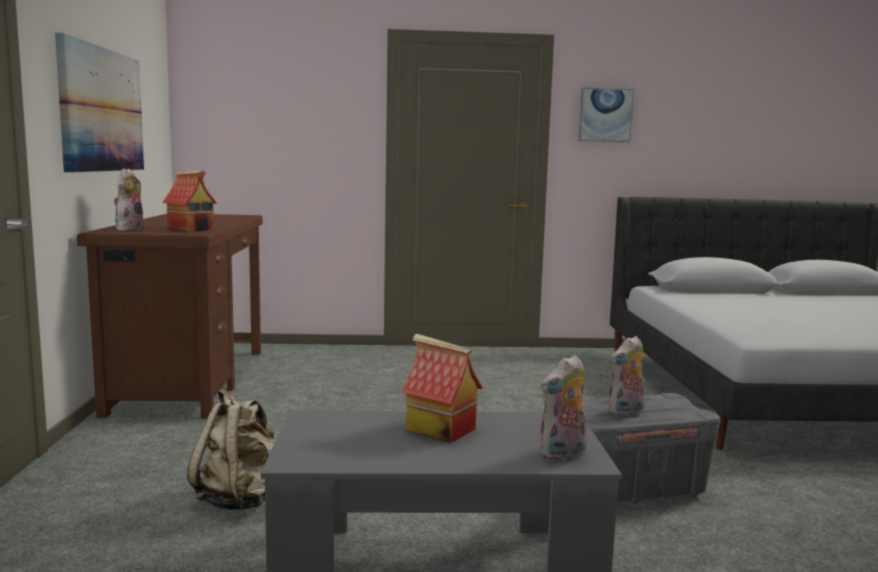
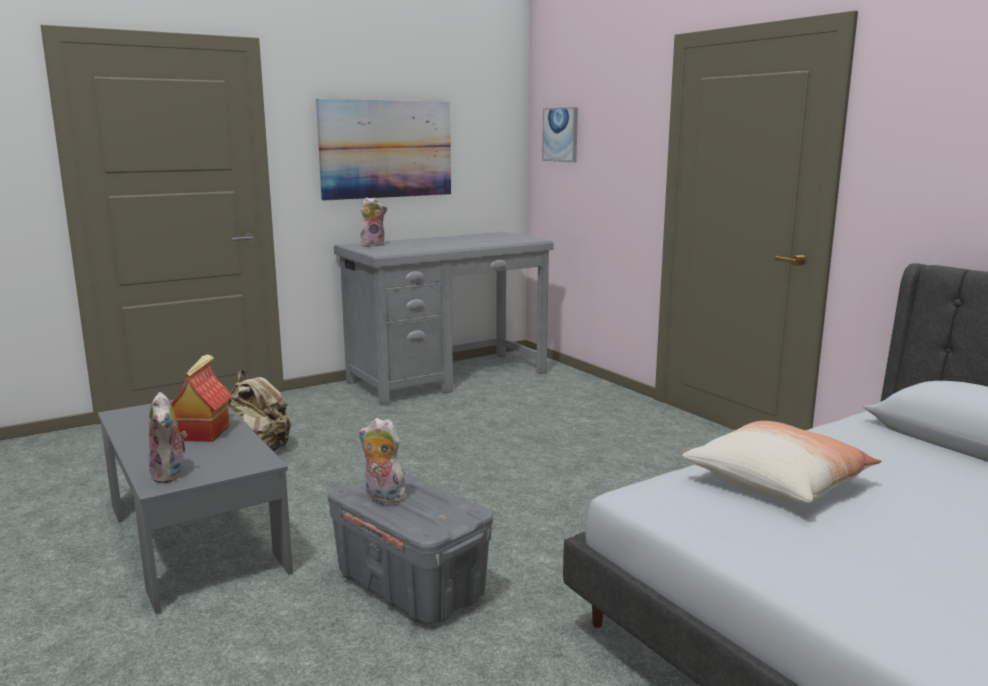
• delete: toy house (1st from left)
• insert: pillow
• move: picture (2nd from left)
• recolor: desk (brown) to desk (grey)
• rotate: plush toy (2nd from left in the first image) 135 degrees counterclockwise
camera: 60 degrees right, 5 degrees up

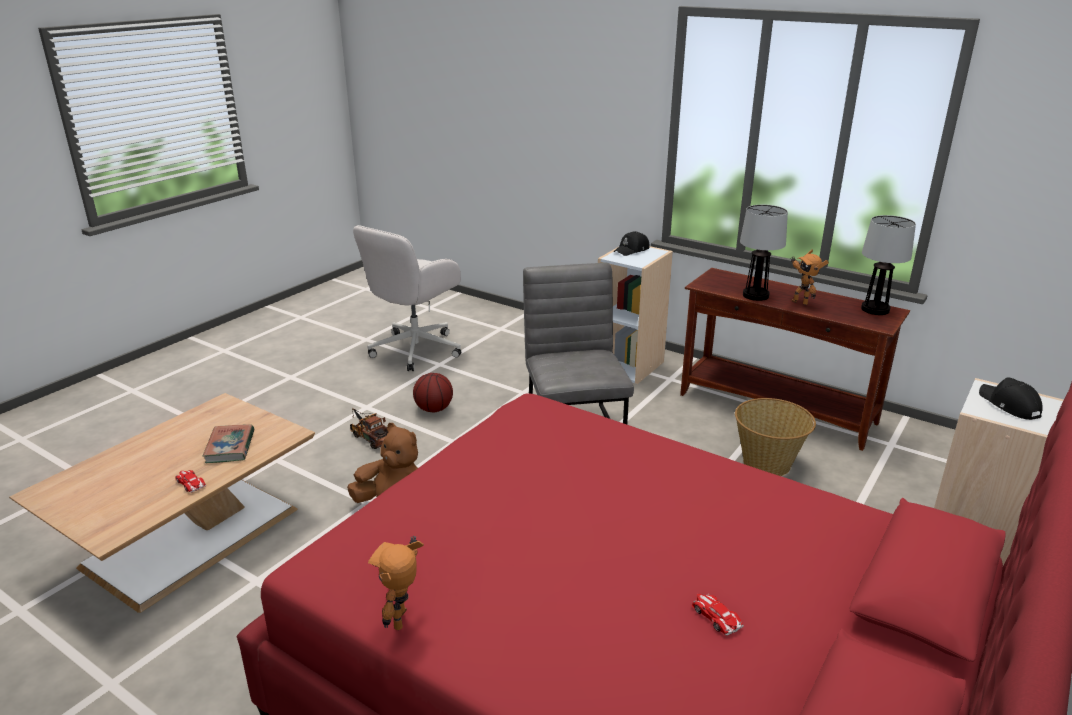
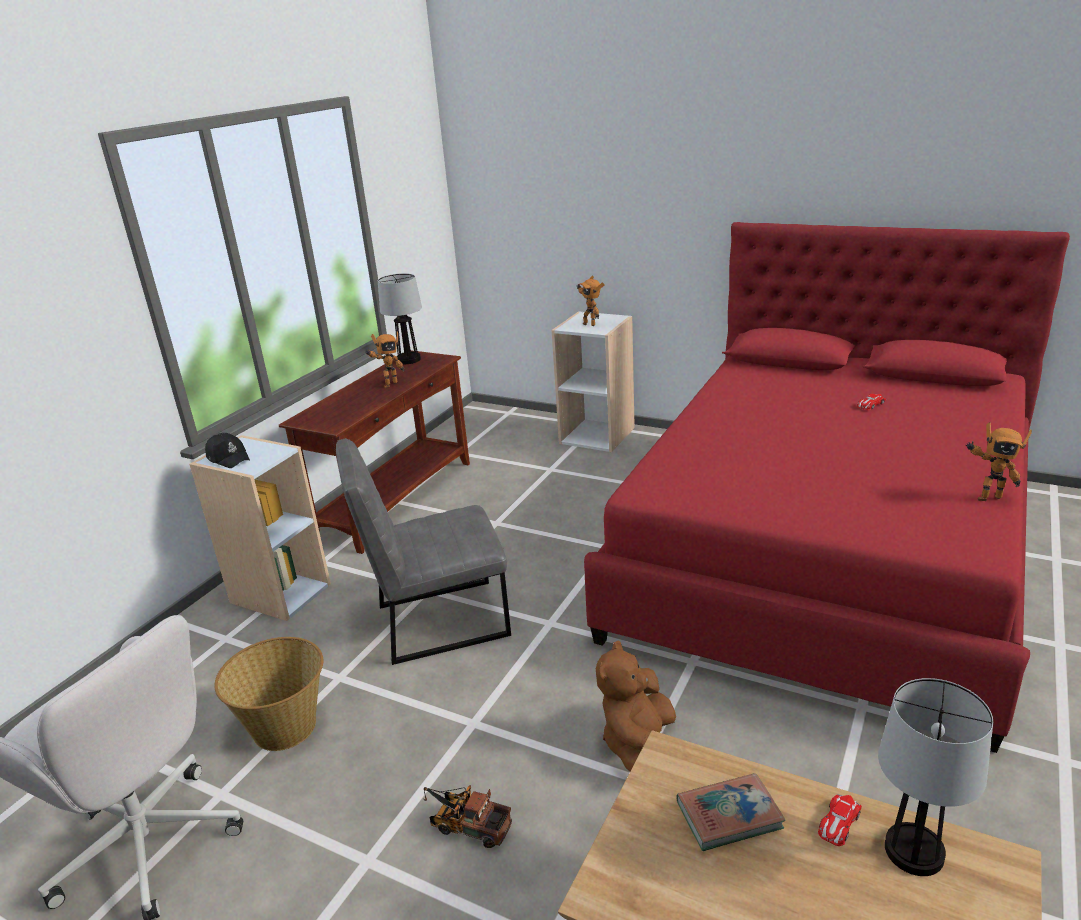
• delete: basketball
• move: basket
• move: table lamp (1st from left in the first image) to table lamp (2nd from left)
• replace: cap (black) (2nd from left) to toy robot (2nd from left)
• rotate: toy truck 75 degrees clockwise
camera: 95 degrees left, 0 degrees up

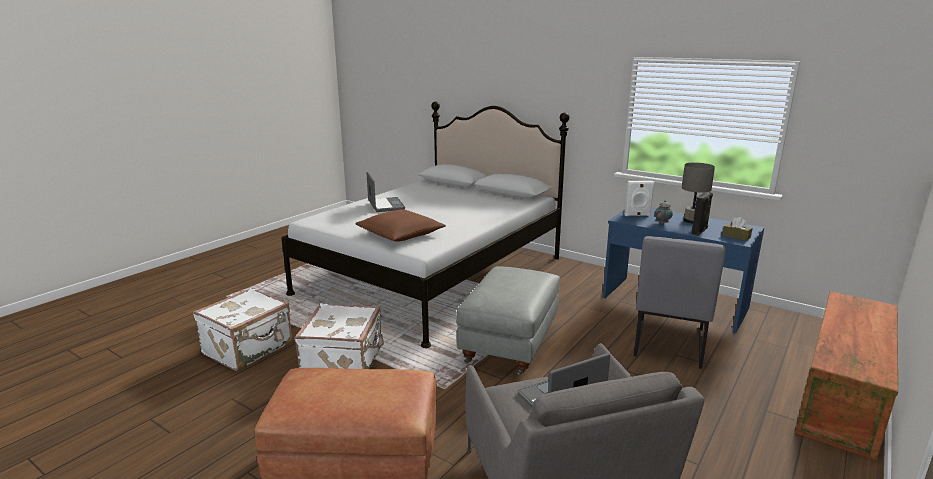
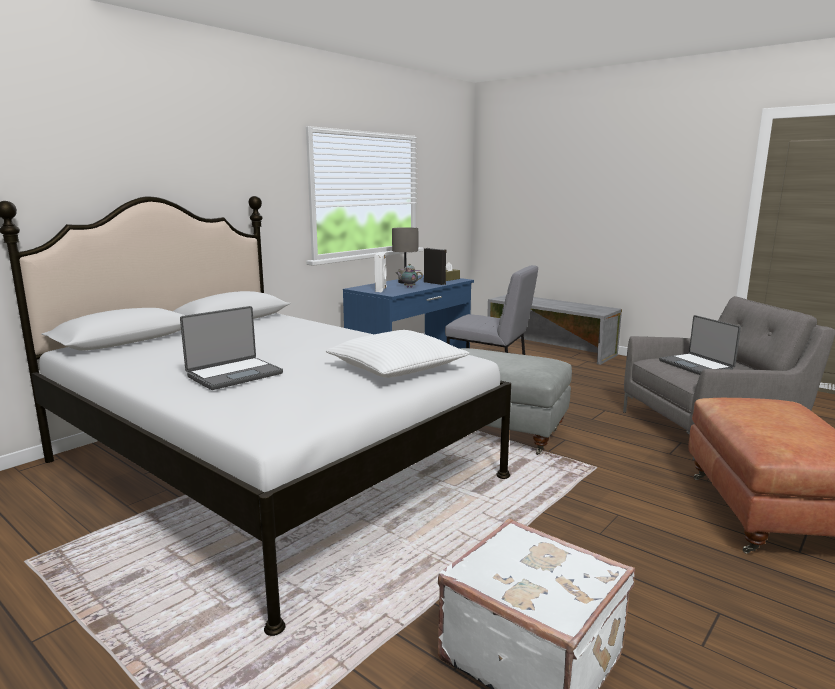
• delete: suitcase (white) (2nd from left)
• recolor: pillow (brown) to pillow (white)
• recolor: bench (brown) to bench (grey)
• rotate: laptop (1st from left) 150 degrees clockwise
camera: 85 degrees left, 5 degrees down

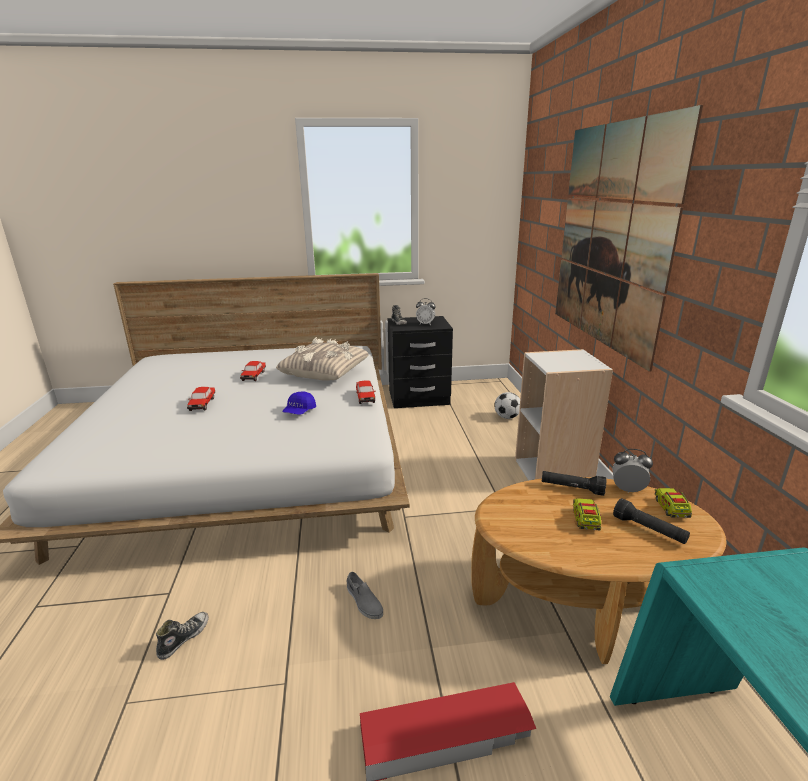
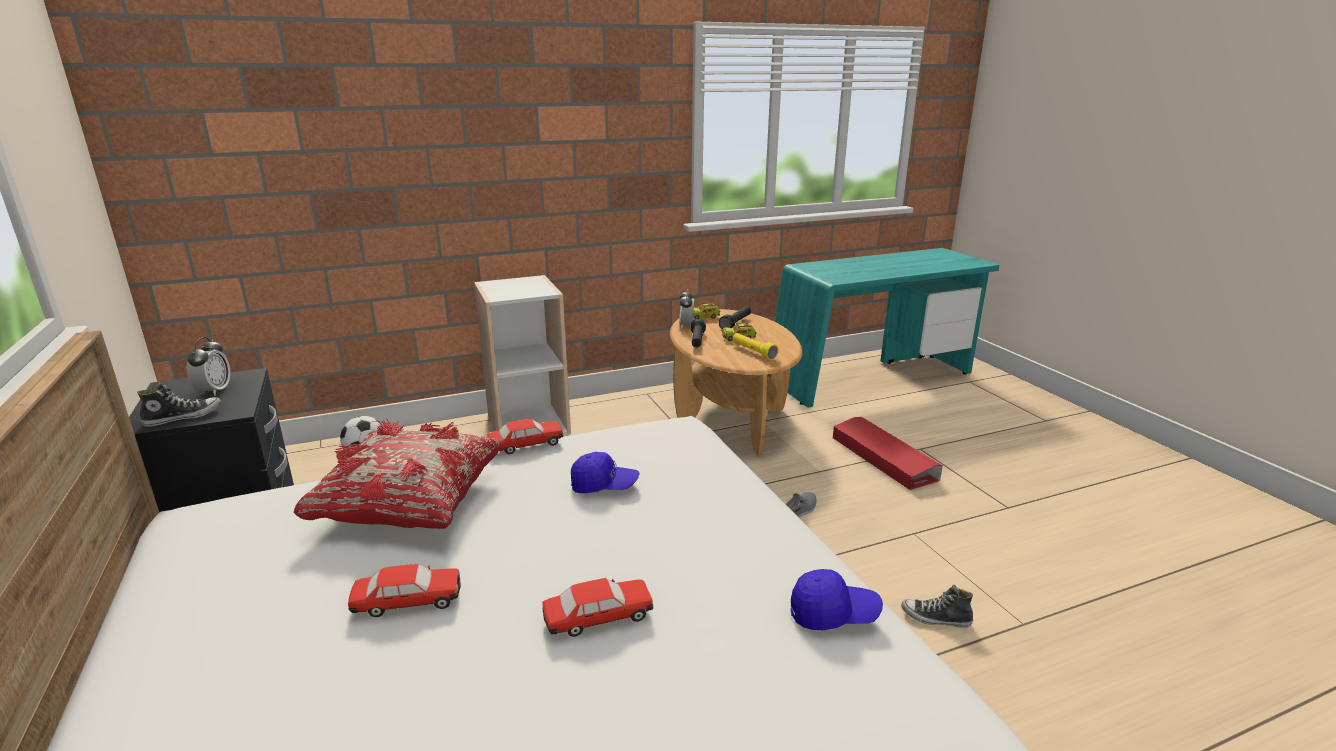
• delete: picture
• insert: flashlight (yellow)
• insert: cap (blue) (2nd from left)
• recolor: pillow (beige) to pillow (red)
camera: 105 degrees left, 0 degrees up

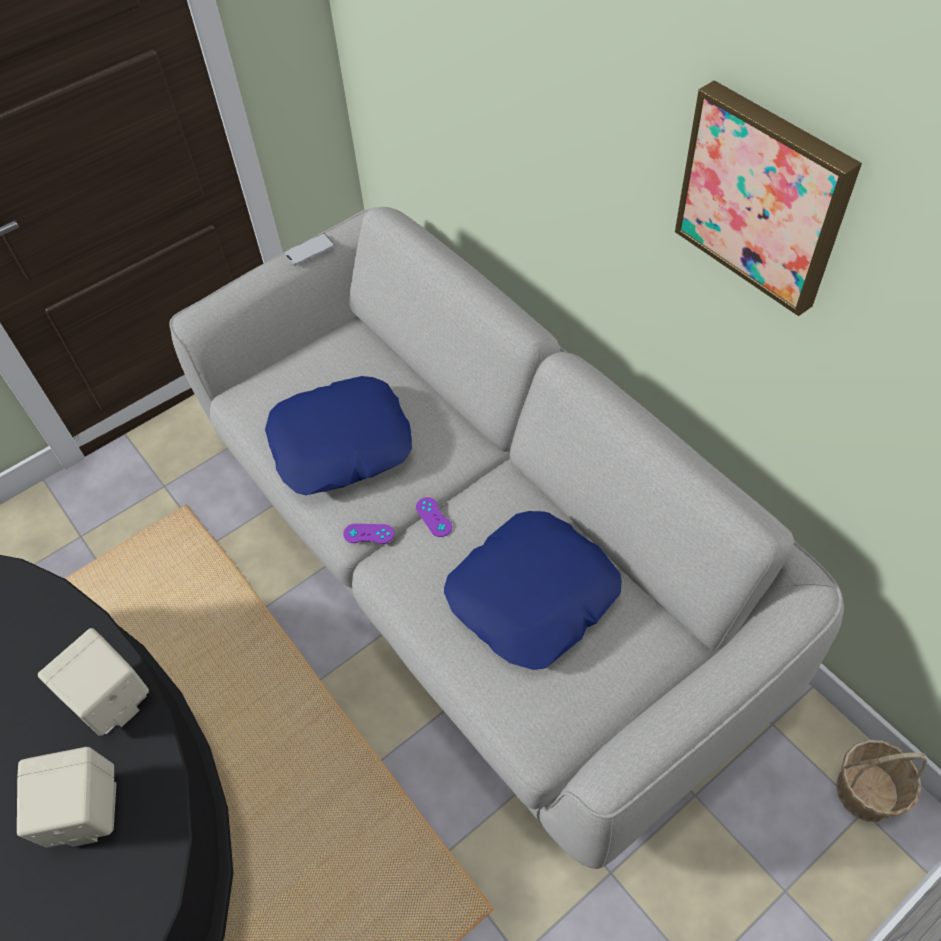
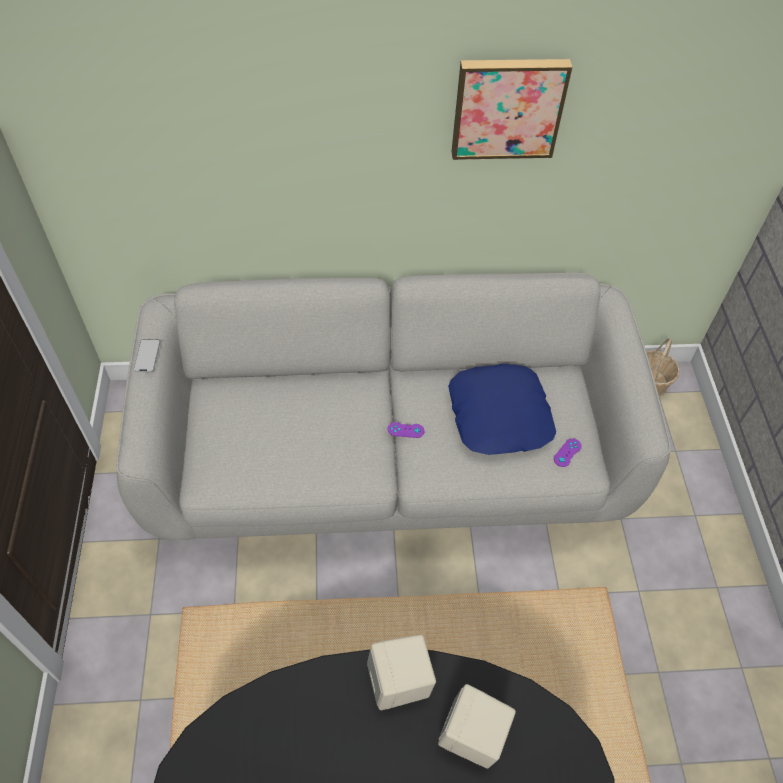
• delete: pillow (blue) (1st from left)
• move: game controller (purple) (1st from left in the first image) to game controller (purple) (2nd from left)
camera: 60 degrees left, 0 degrees up

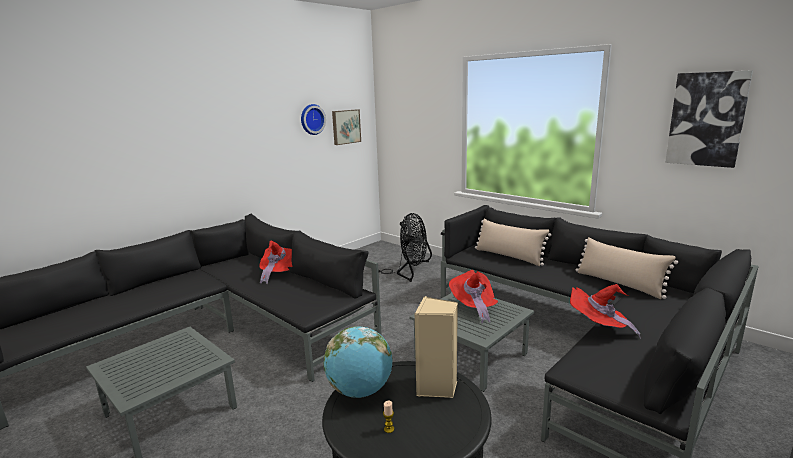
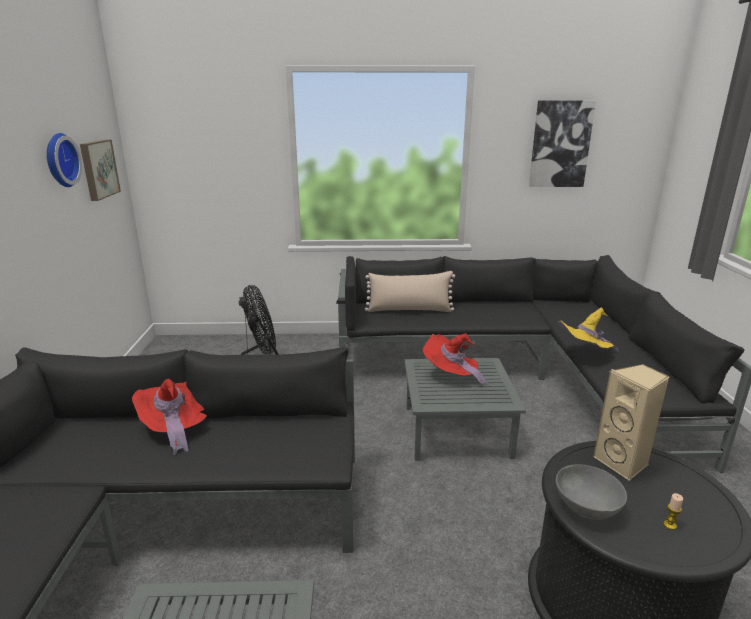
• delete: pillow (beige) (2nd from left)
• replace: globe to bowl (grey)
• recolor: hat (red) (3rd from left) to hat (yellow)
camera: 45 degrees left, 5 degrees up

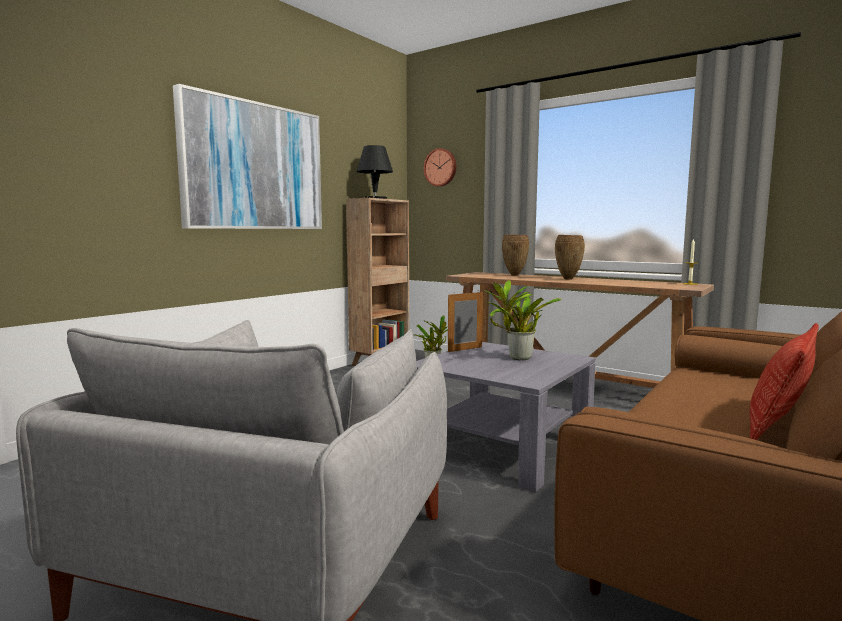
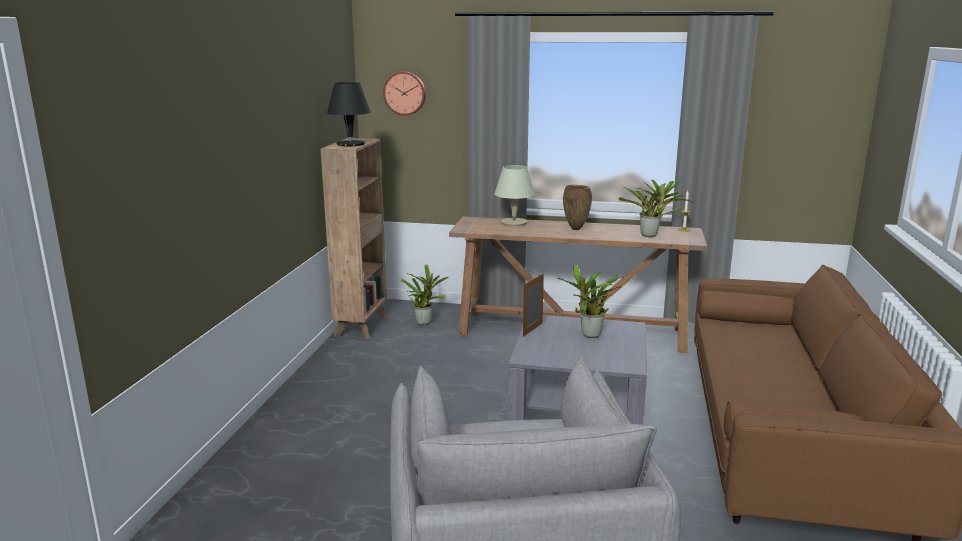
• delete: picture
• delete: pillow
• insert: potted plant (3rd from left)
• replace: vase (brown) (1st from left) to table lamp (beige)
camera: 25 degrees left, 10 degrees up

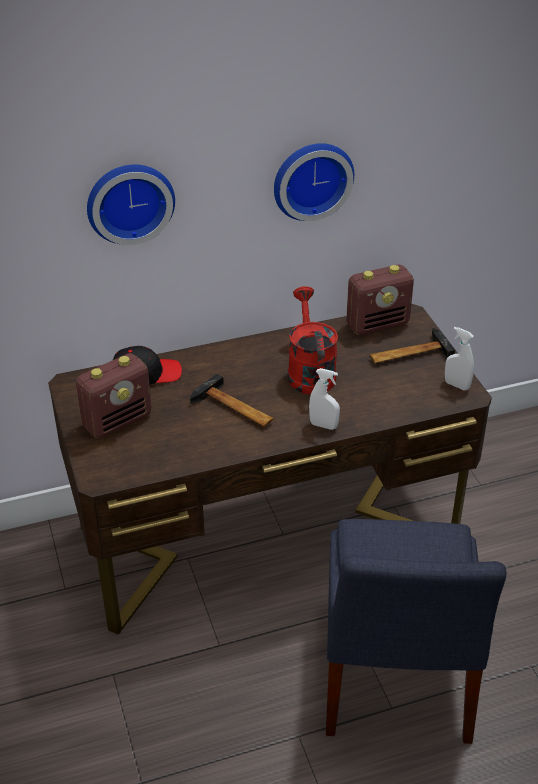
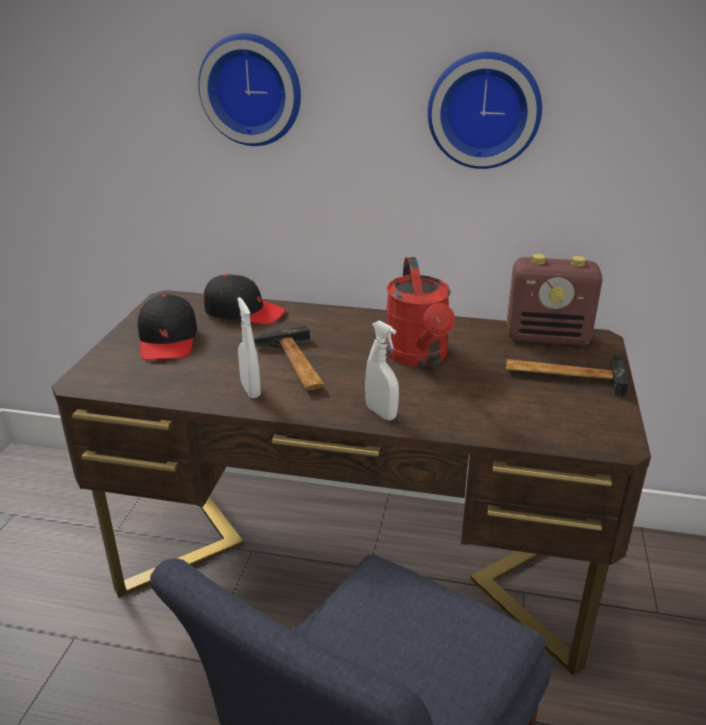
• move: spray bottle (white) (2nd from left in the first image) to spray bottle (white) (1st from left)
• replace: radio (1st from left) to cap (black) (1st from left)
• rotate: watering can (red) 150 degrees clockwise
camera: 30 degrees right, 10 degrees down

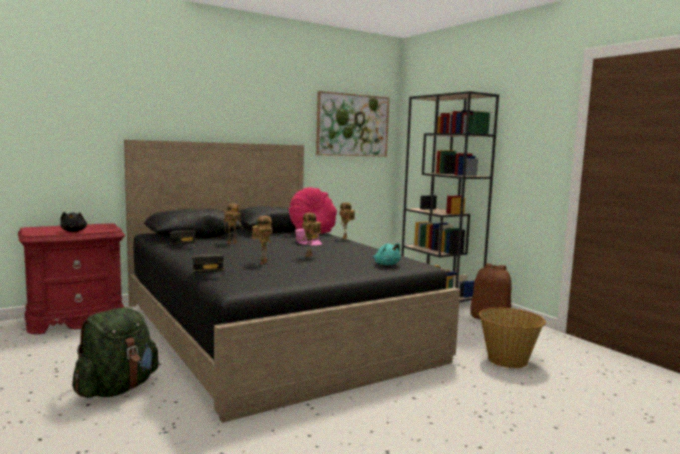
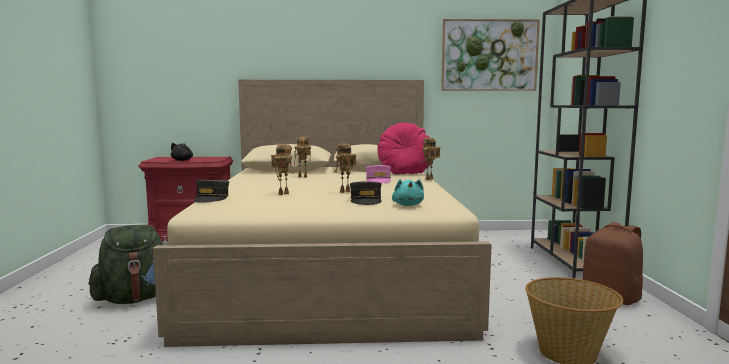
• move: cap (grey) (1st from left in the first image) to cap (grey) (2nd from left)
• recolor: bed (black) to bed (beige)
camera: 30 degrees right, 0 degrees up

